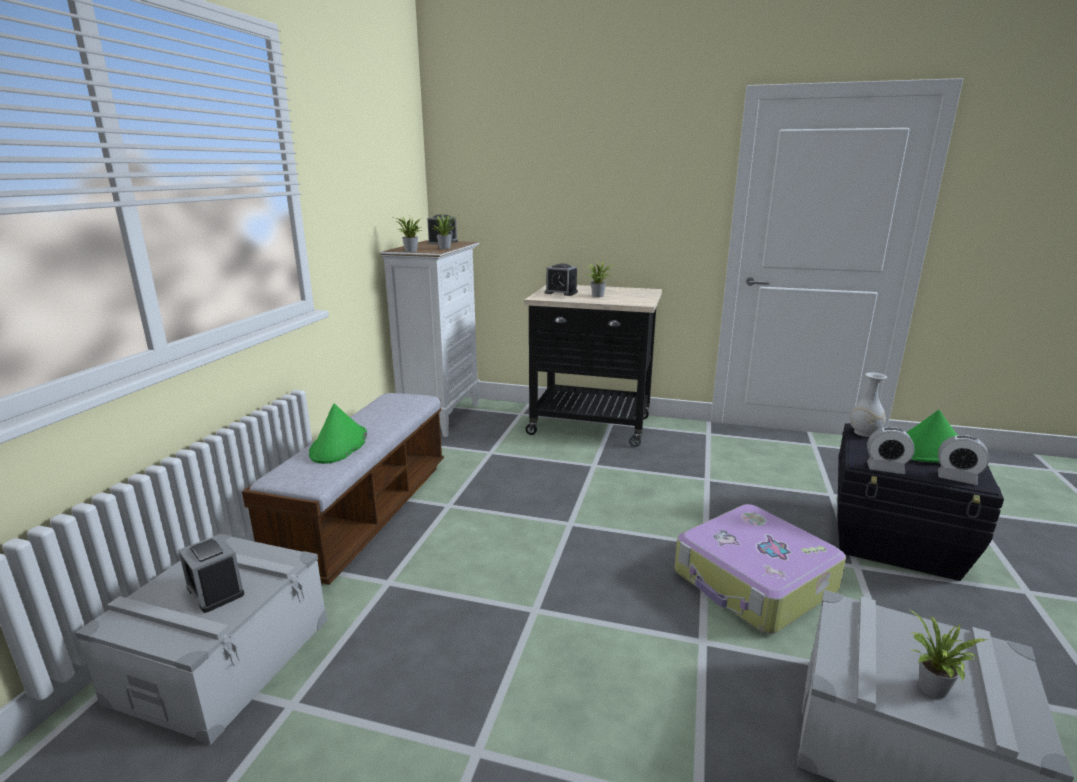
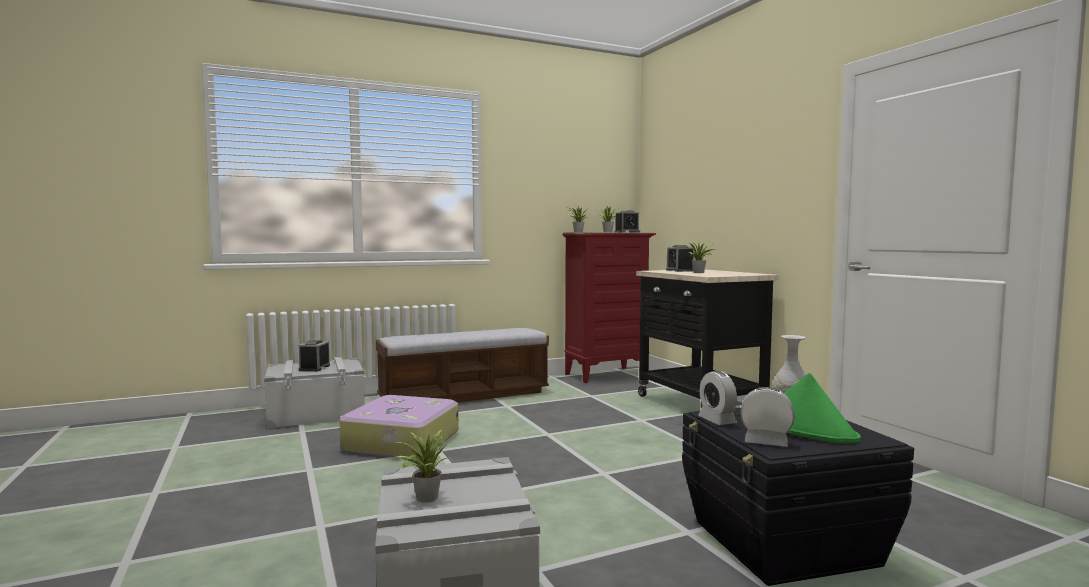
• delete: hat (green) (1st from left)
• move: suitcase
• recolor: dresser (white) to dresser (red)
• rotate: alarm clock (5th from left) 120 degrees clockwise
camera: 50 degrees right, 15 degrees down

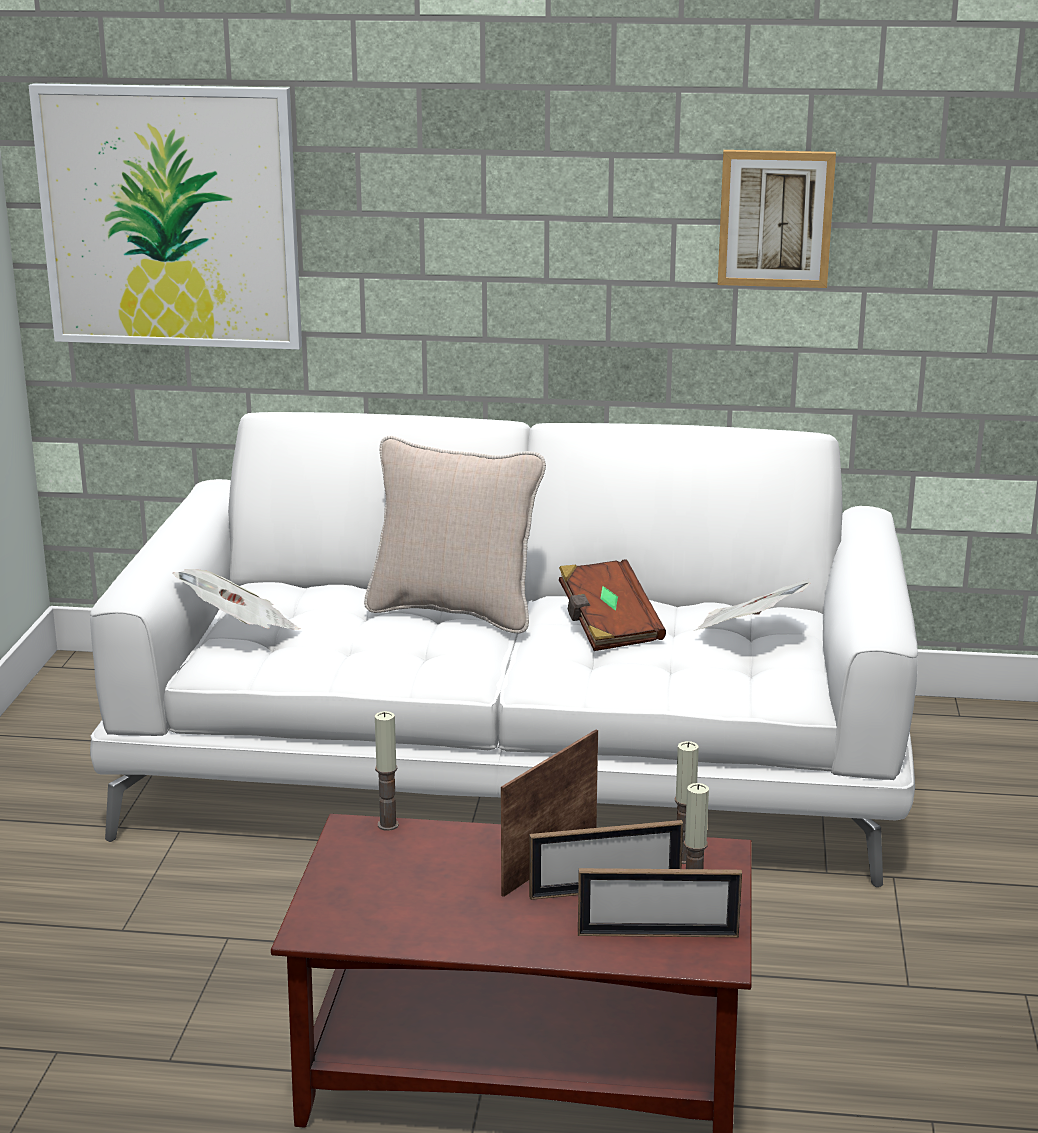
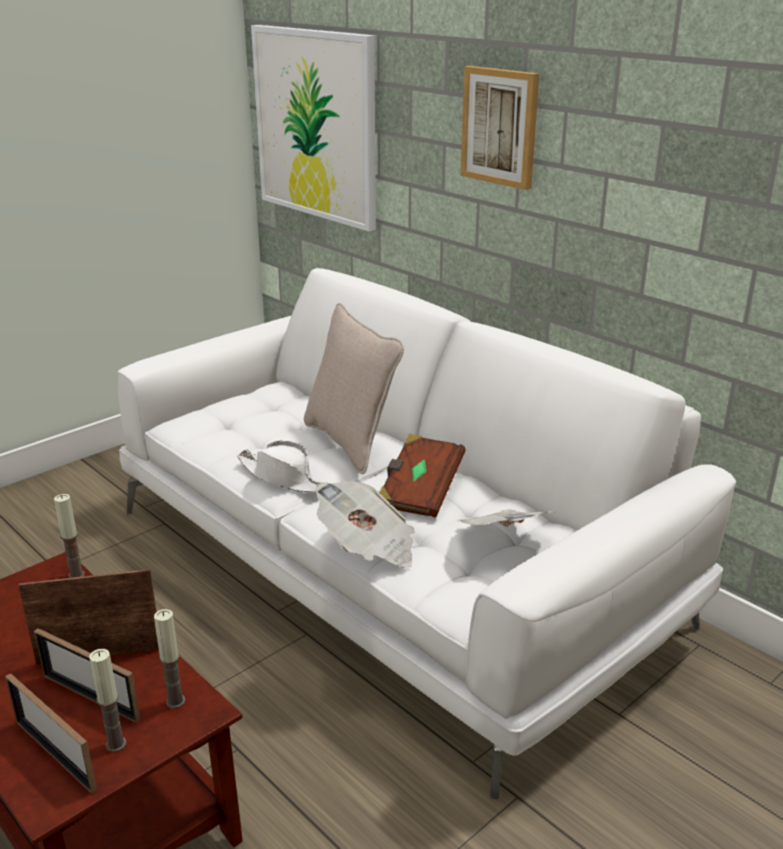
• insert: hat (white)
• move: newspaper (1st from left)
• move: picture (2nd from left)
camera: 40 degrees right, 5 degrees up

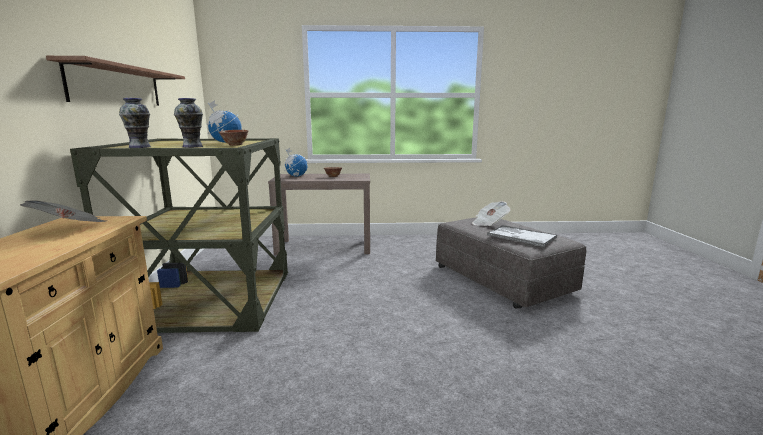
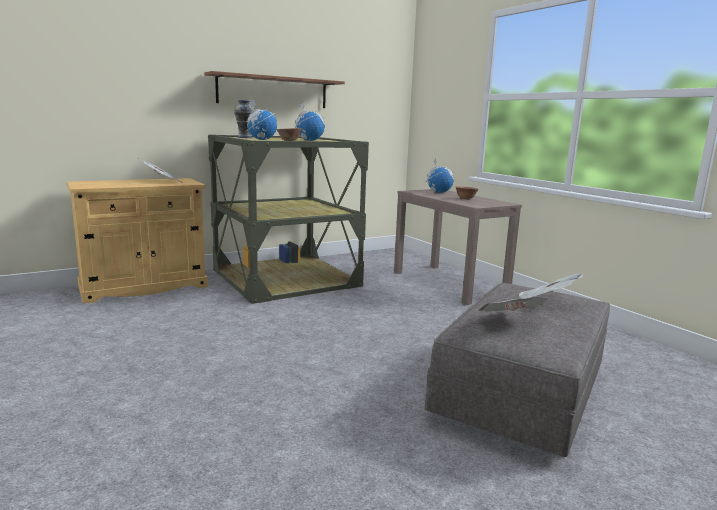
• replace: vase (2nd from left) to globe (1st from left)
• replace: tray to newspaper (2nd from left)
camera: 60 degrees right, 0 degrees up

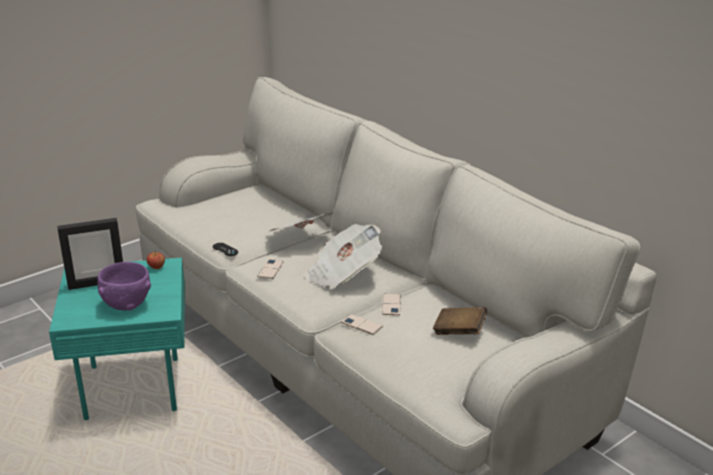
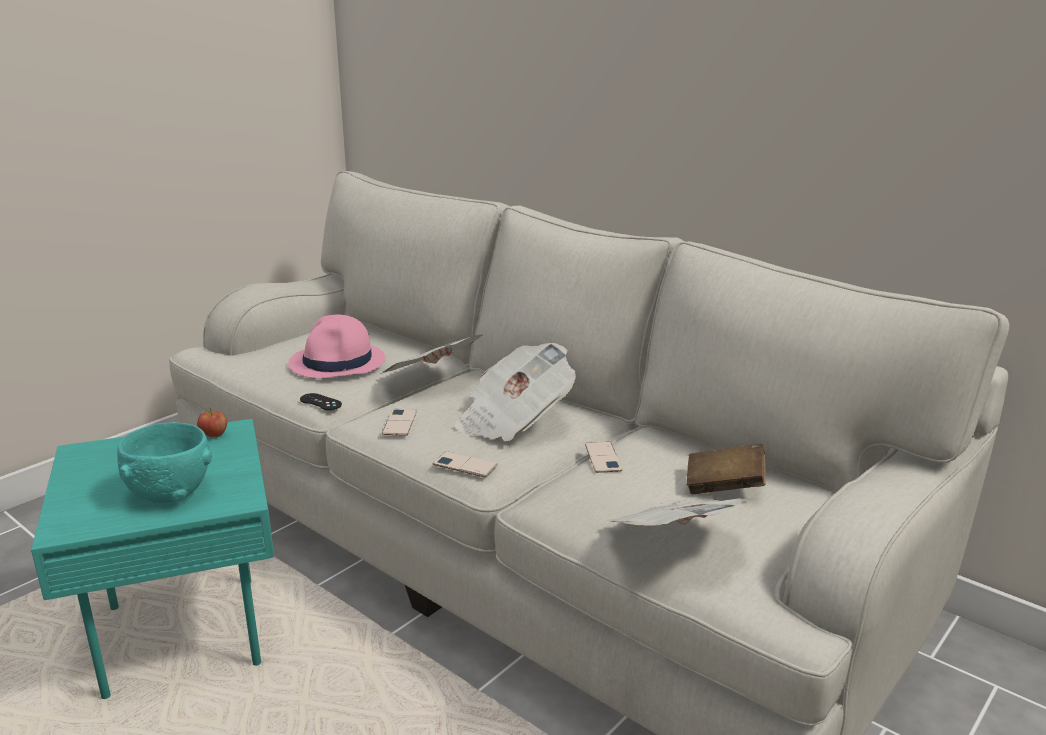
• delete: picture frame
• insert: hat (pink)
• insert: newspaper (3rd from left)
• move: phone (2nd from left)
• recolor: bowl (purple) to bowl (turquoise)
camera: 10 degrees left, 5 degrees down

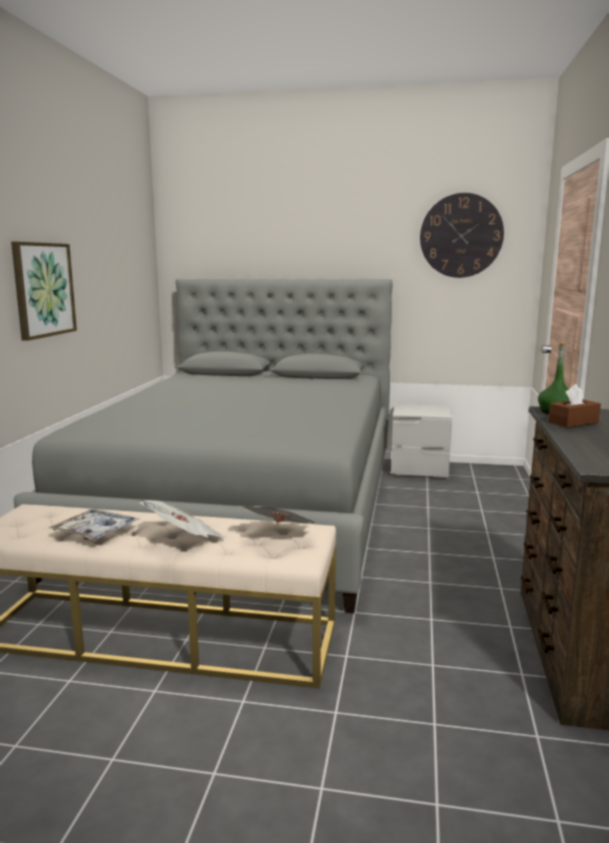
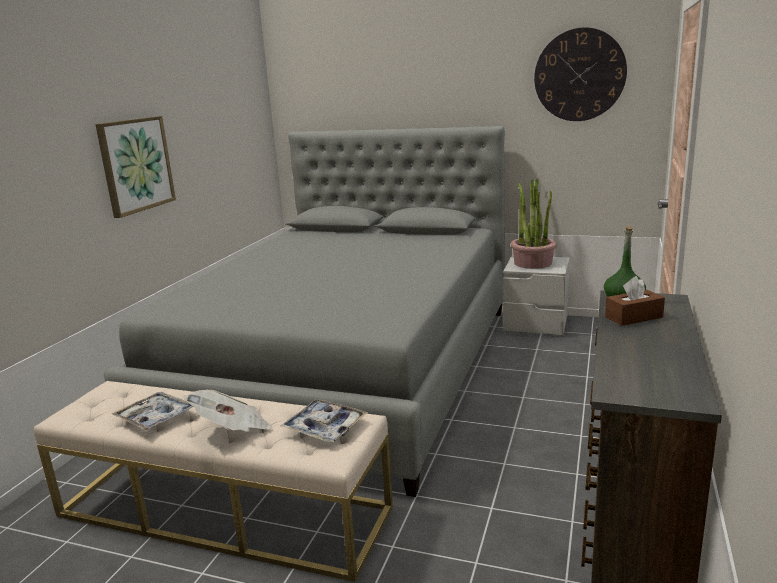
• insert: potted plant
• replace: newspaper (2nd from left) to tray (2nd from left)
camera: 10 degrees right, 5 degrees up

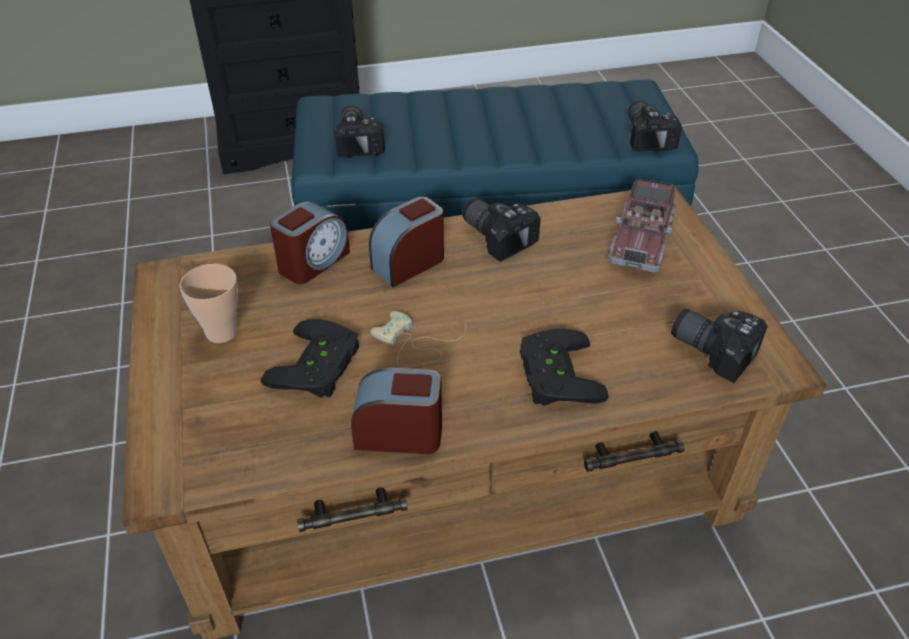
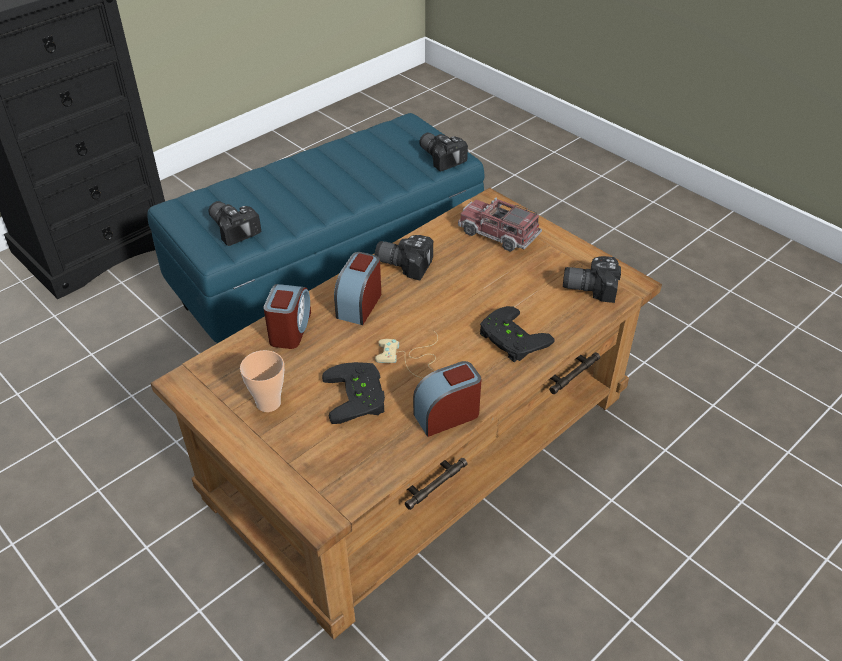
• rotate: toy truck 135 degrees clockwise
camera: 30 degrees left, 0 degrees up

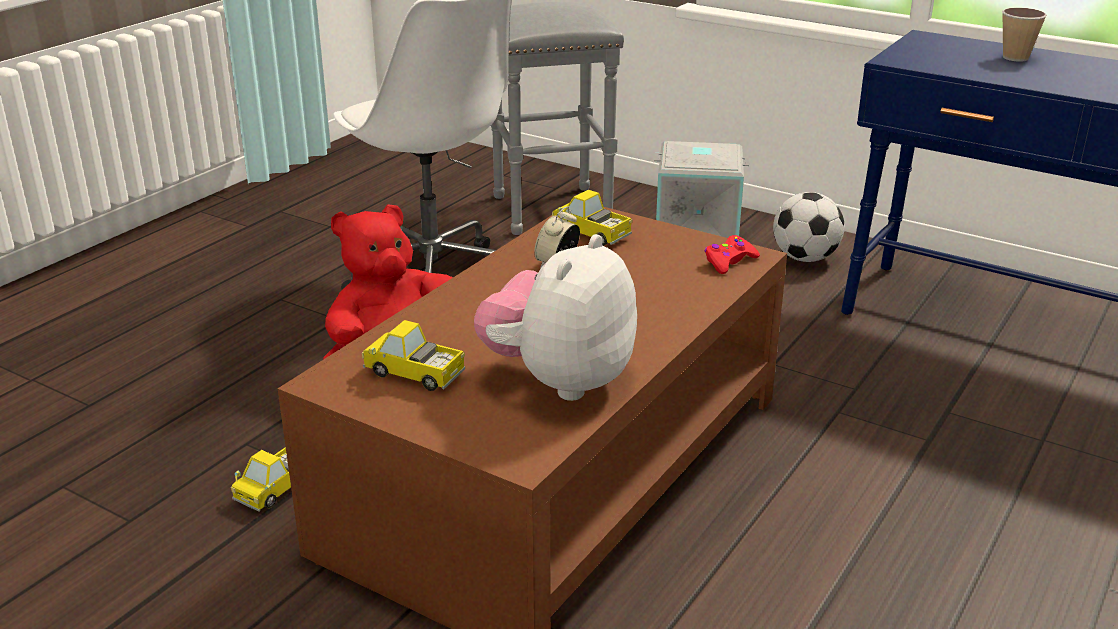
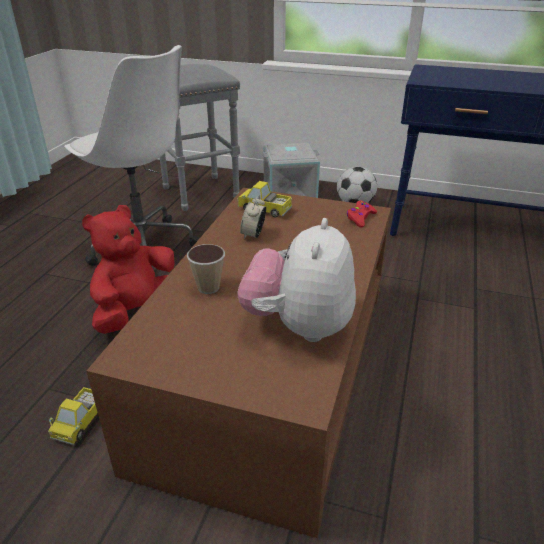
• delete: toy truck (2nd from left)
• move: cup
camera: 15 degrees left, 5 degrees up

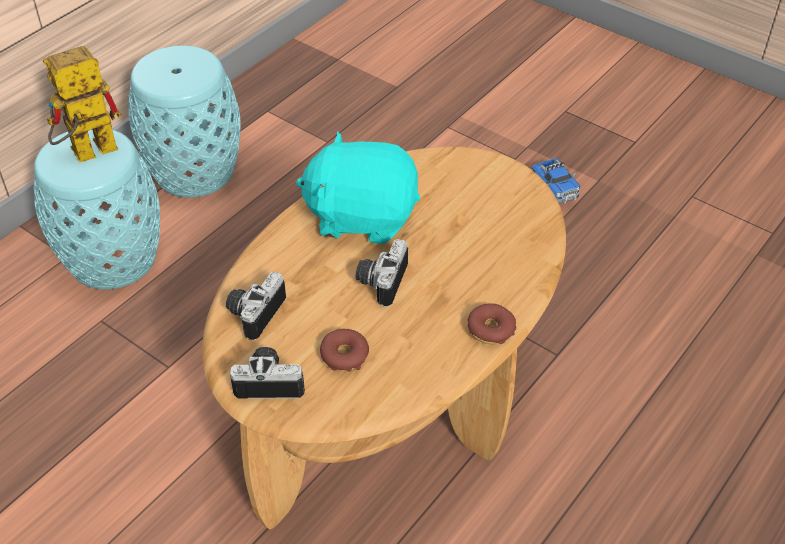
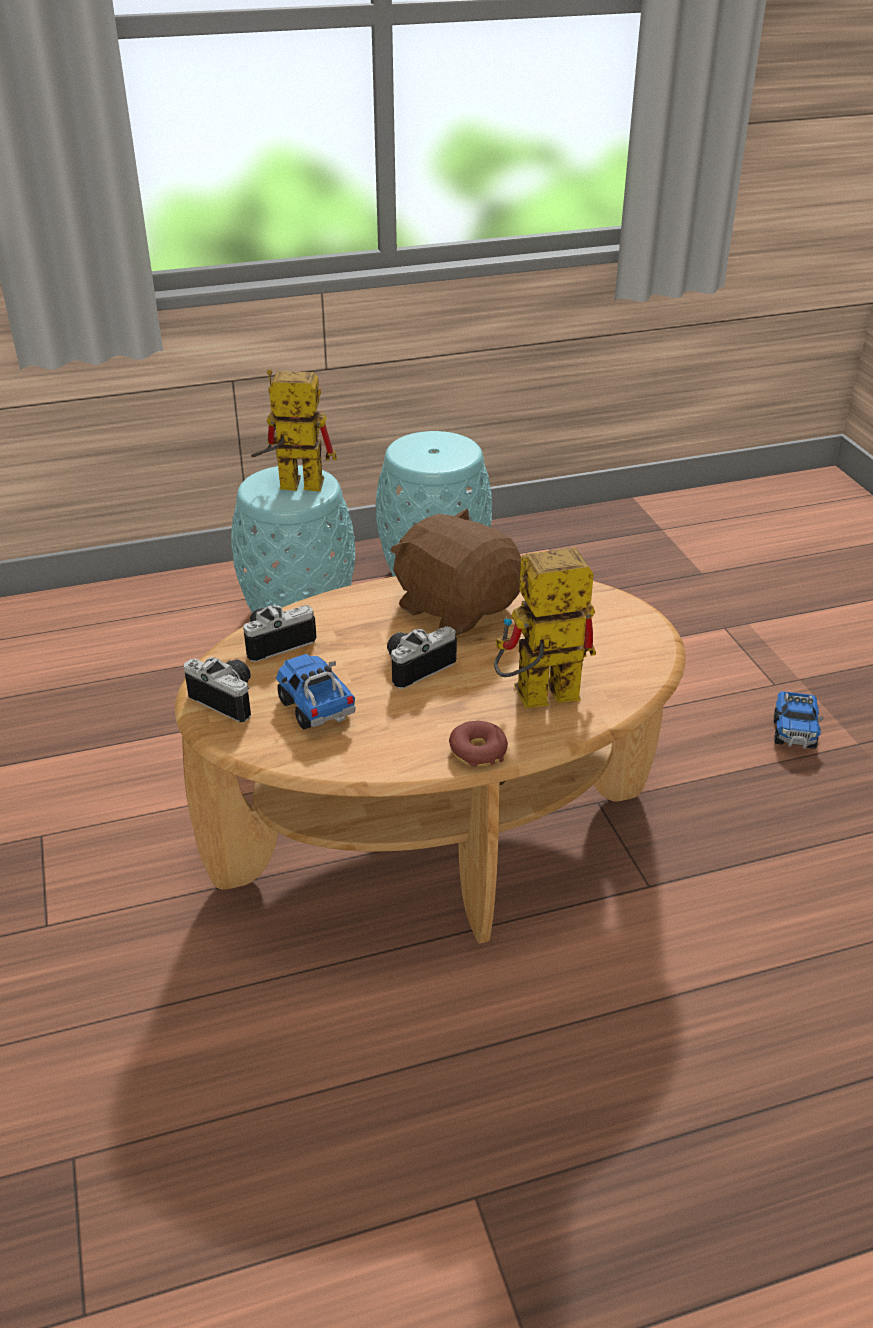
• insert: toy robot (2nd from left)
• replace: donut (1st from left) to toy truck (1st from left)
• recolor: plush toy (turquoise) to plush toy (brown)
camera: 35 degrees right, 10 degrees down

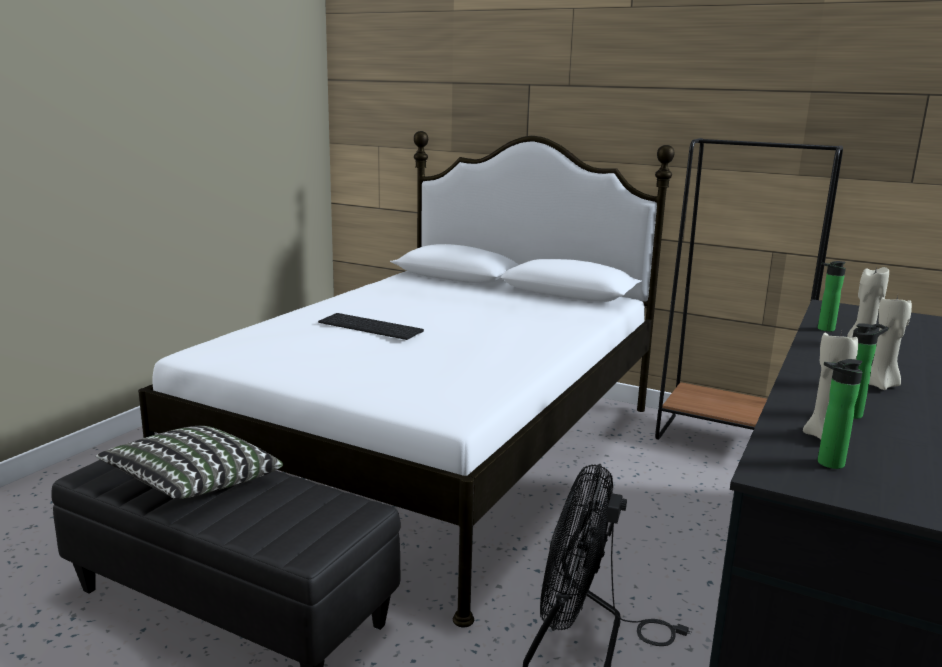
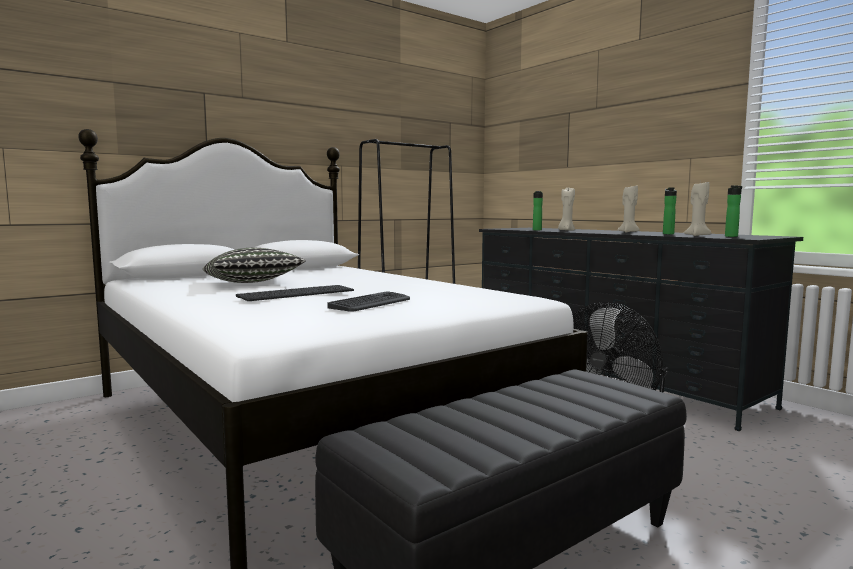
• insert: keyboard (2nd from left)
• move: pillow
camera: 65 degrees left, 10 degrees down

